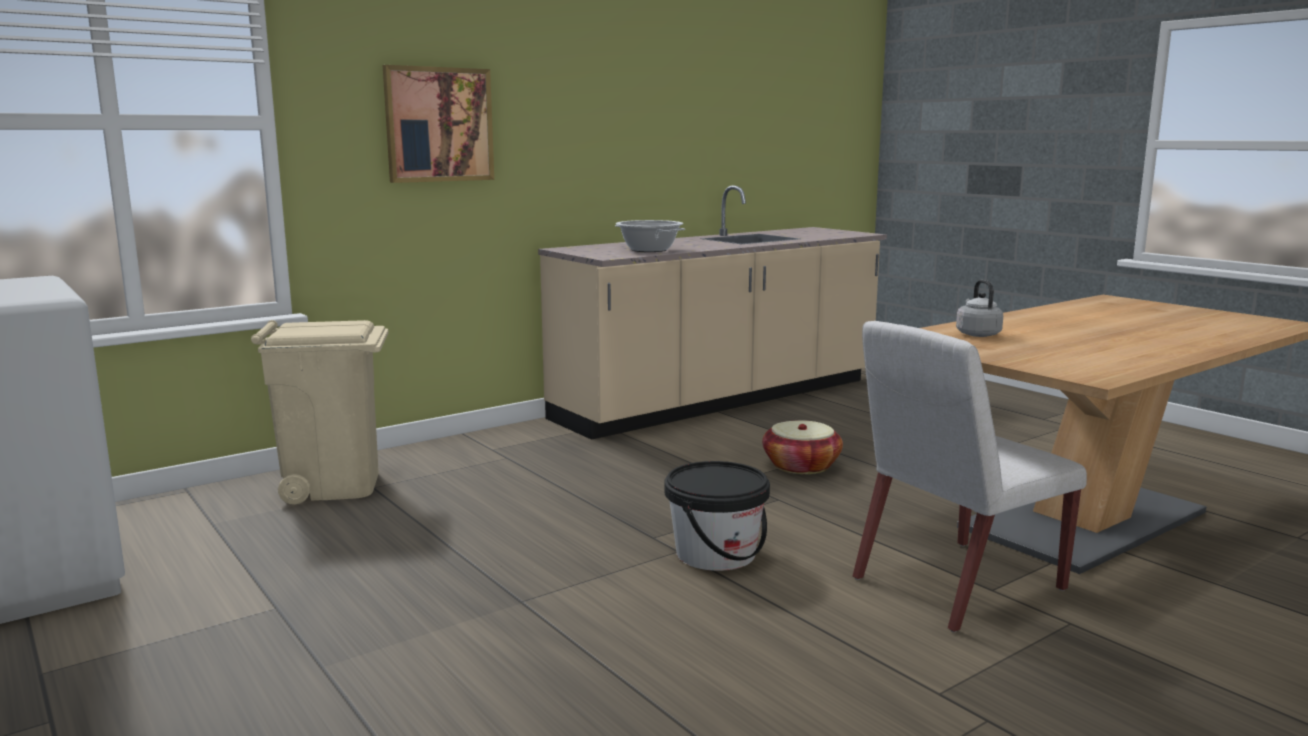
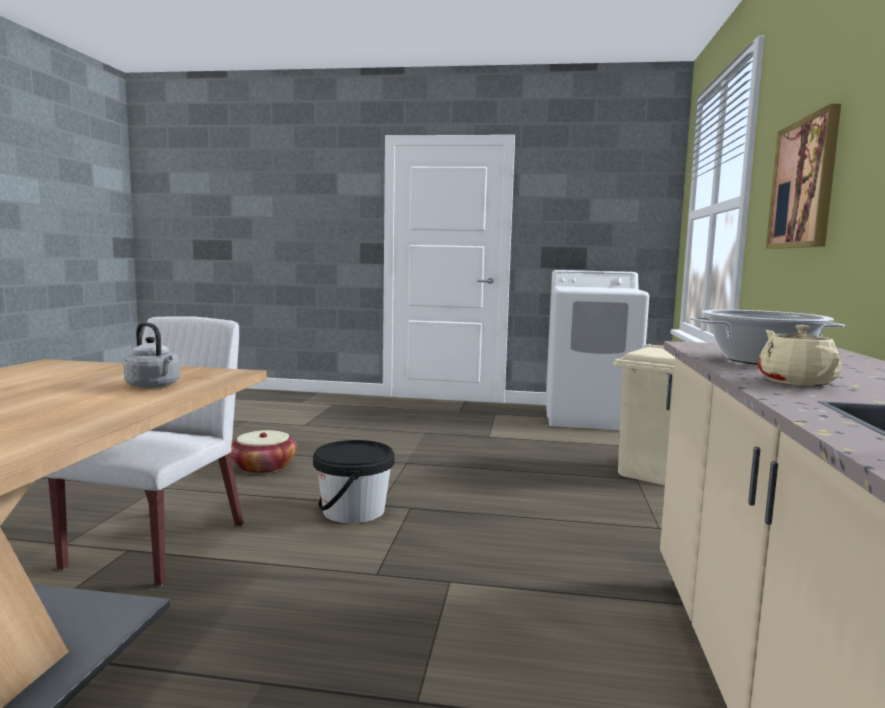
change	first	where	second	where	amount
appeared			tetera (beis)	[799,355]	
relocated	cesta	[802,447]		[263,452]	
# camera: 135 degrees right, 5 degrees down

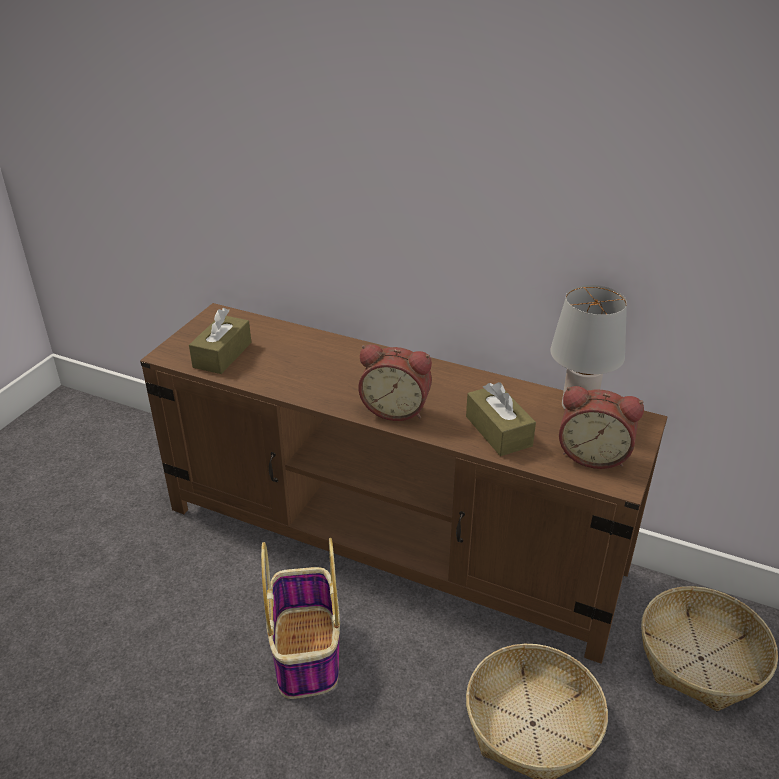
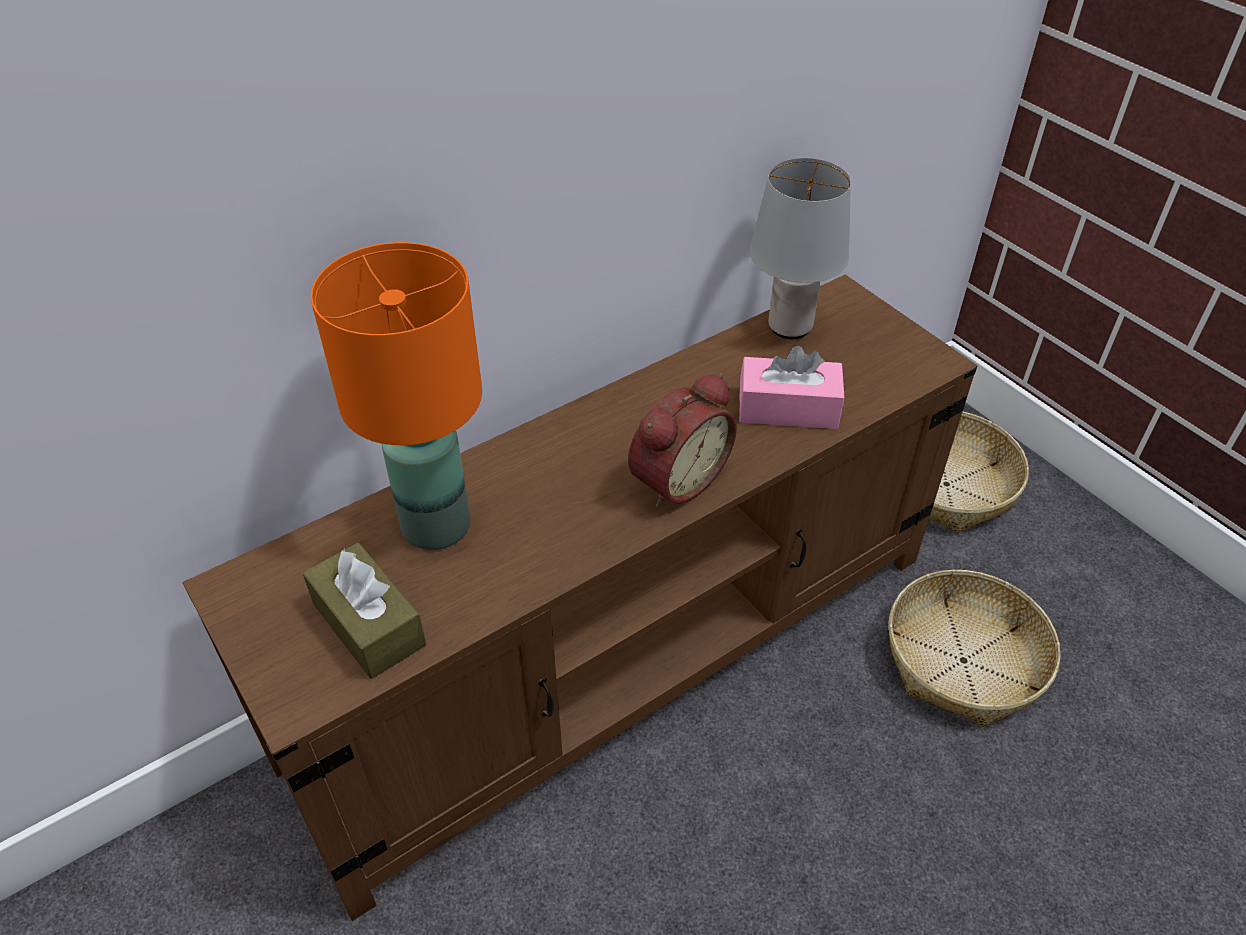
change	first	where	second	where	amount
missing	cesta	[300,618]			
missing	despertador	[601,427]			
appeared			lámpara de mesa (naranja)	[396,396]	
colour	caja de pañuelos (marrón)	[501,419]	caja de pañuelos (rosa)	[792,387]	
# camera: 60 degrees left, 10 degrees up

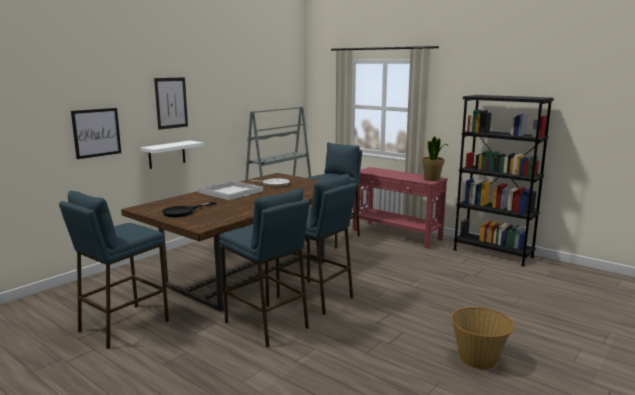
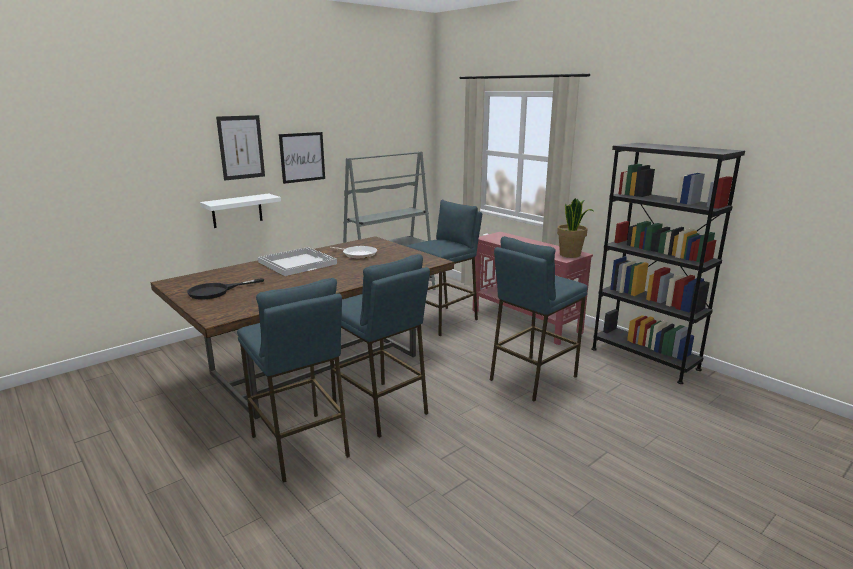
change	first	where	second	where	amount
missing	cesta	[483,338]			
relocated	taburete (azul)	[114,270]		[539,318]	
relocated	cuadro	[96,133]		[302,158]	
# camera: 10 degrees right, 5 degrees up

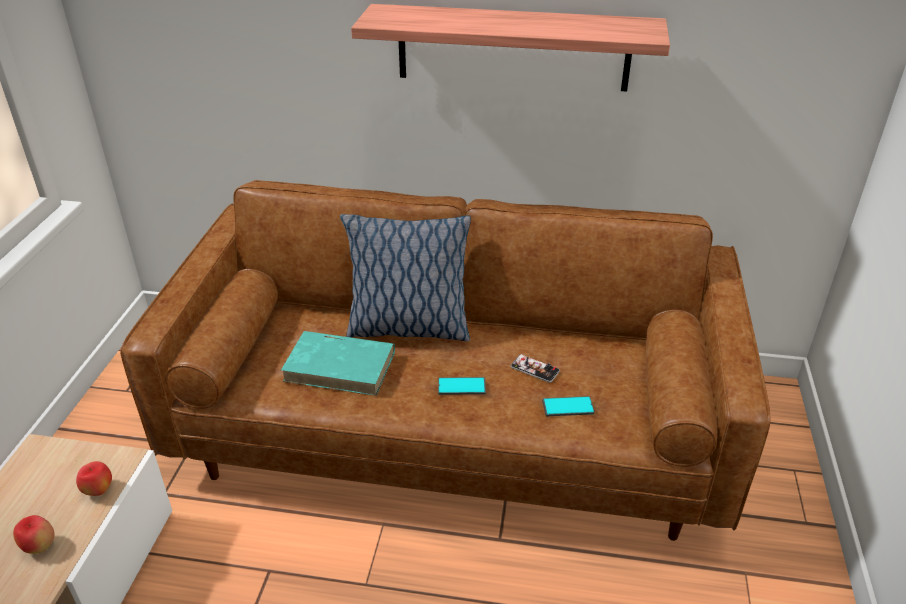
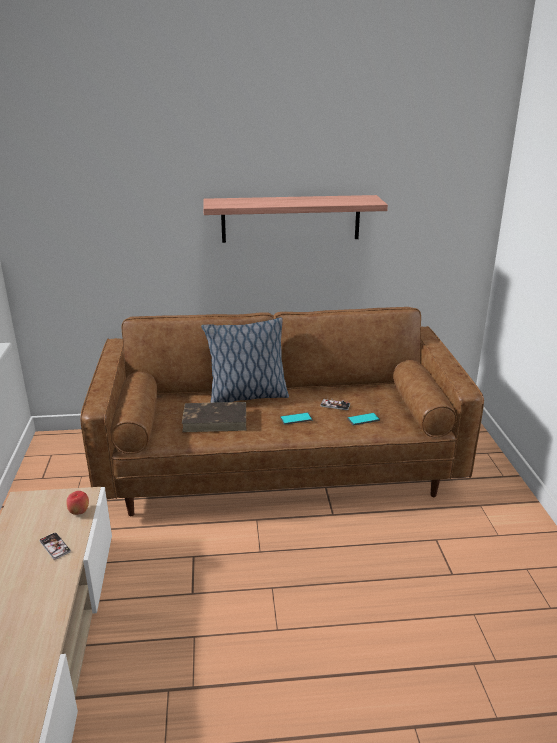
change	first	where	second	where	amount
exchanged	manzana	[34,534]	móvil	[55,546]	
colour	libro (turquesa)	[338,363]	libro (marrón)	[214,417]	
# camera: 15 degrees left, 10 degrees down

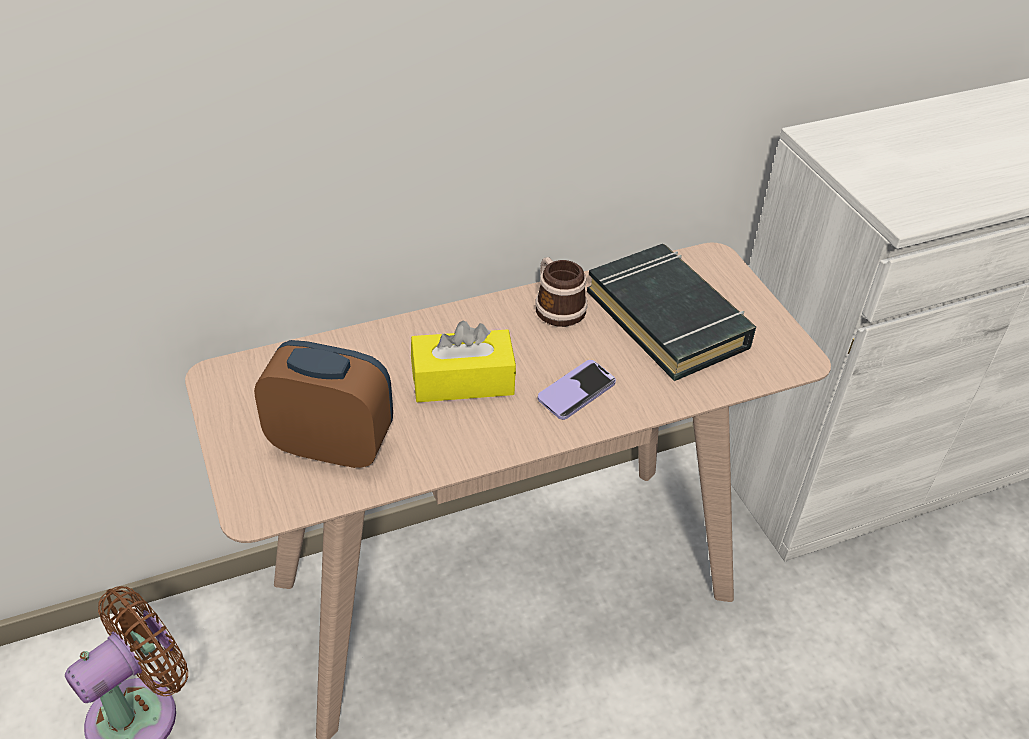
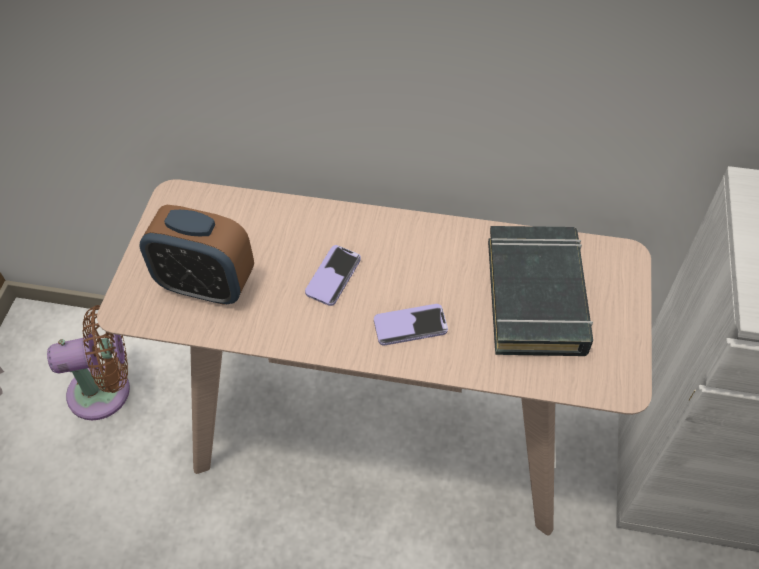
change	first	where	second	where	amount
missing	taza grande	[561,292]			
exchanged	caja de pañuelos (amarillo)	[463,361]	móvil	[333,275]	
spun	despertador	[323,404]		[196,255]	150 degrees clockwise
# camera: 35 degrees right, 10 degrees up

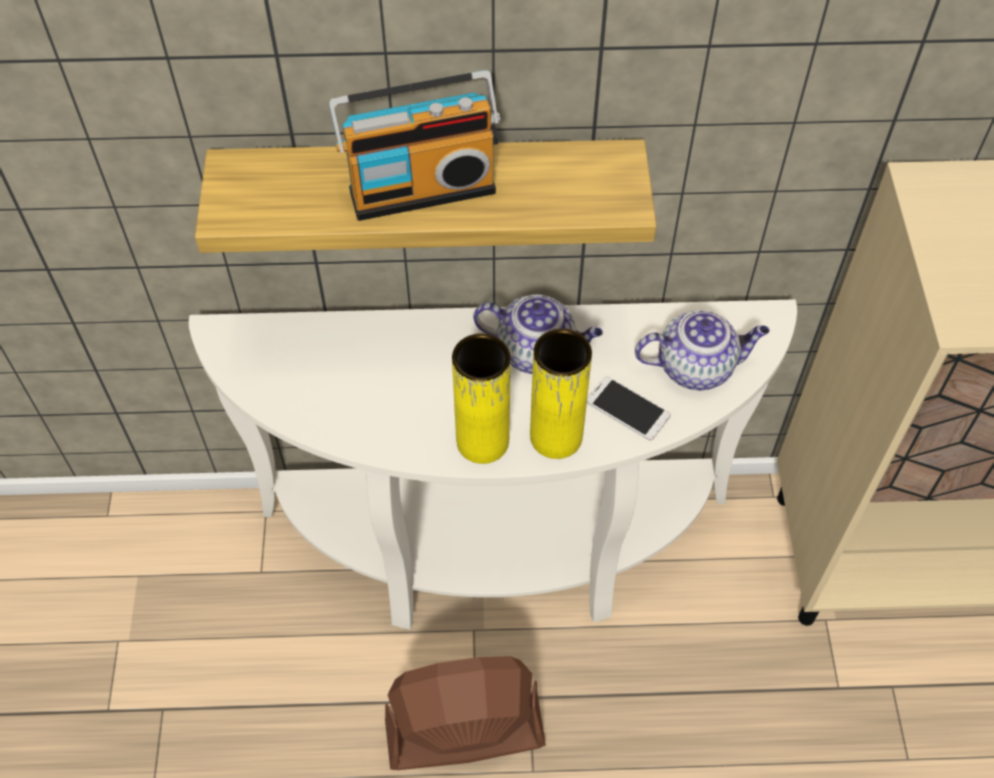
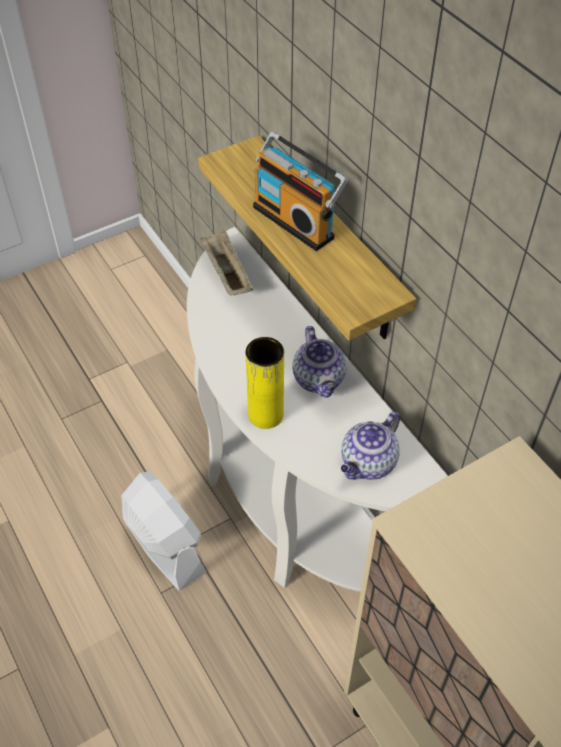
change	first	where	second	where	amount
missing	florero (amarillo)	[481,398]			
missing	móvil	[629,408]			
appeared			bandeja (beis)	[226,262]	
colour	ventilador (marrón)	[465,713]	ventilador (blanco)	[164,531]	
spun	tetera	[702,350]		[370,446]	75 degrees clockwise
# camera: 60 degrees right, 5 degrees down

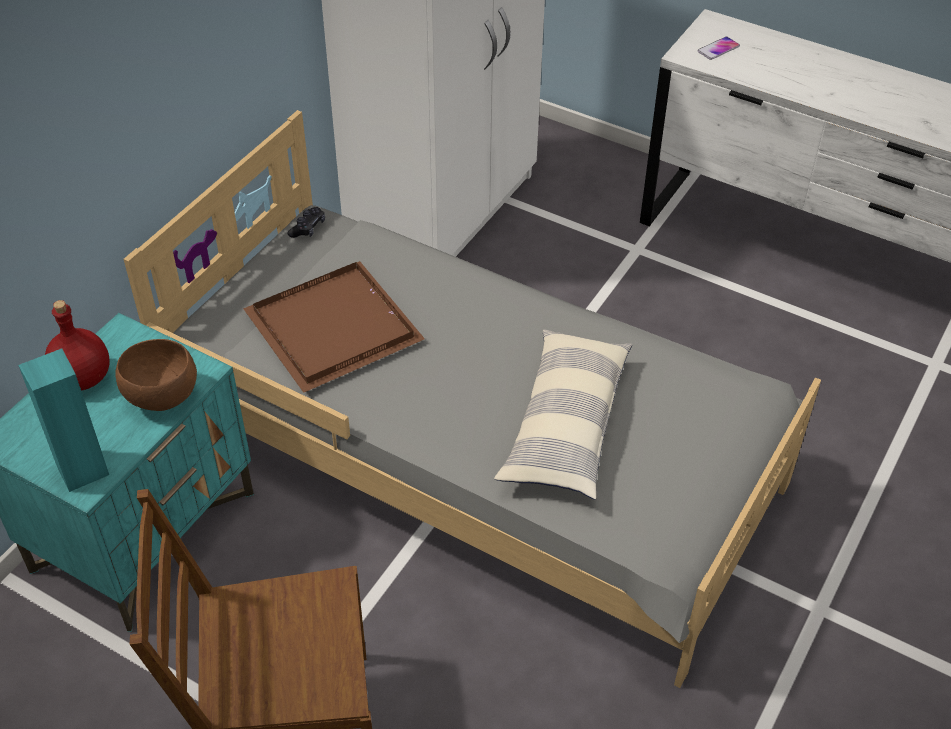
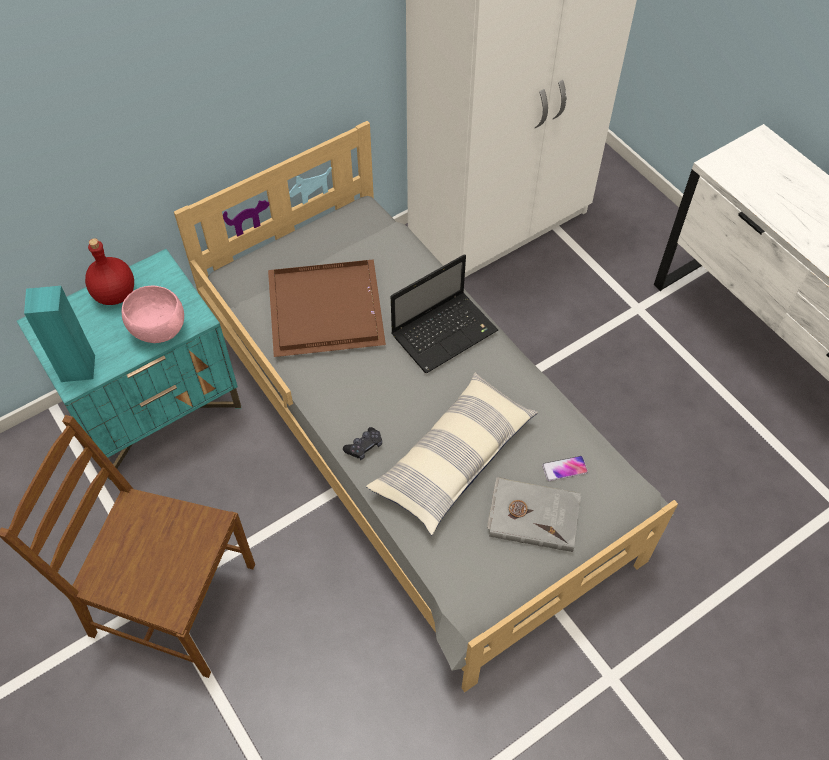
change	first	where	second	where	amount
appeared			portátil	[444,314]	
appeared			libro (gris)	[534,514]	
relocated	mando de consola (negro)	[306,222]		[362,443]	
relocated	móvil	[718,48]		[565,468]	
colour	cuenco (marrón)	[156,375]	cuenco (rosa)	[153,314]	
# camera: 25 degrees right, 10 degrees up

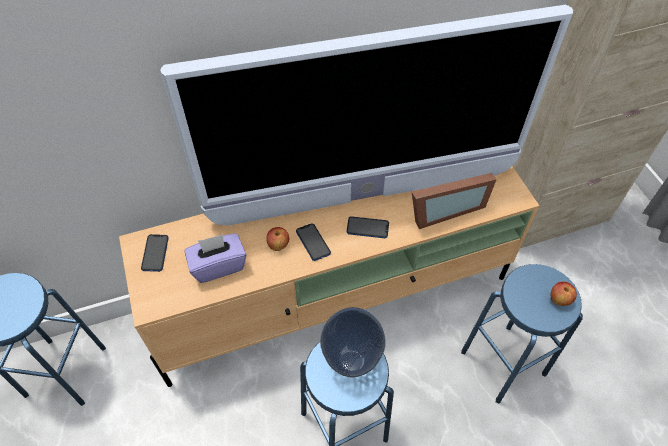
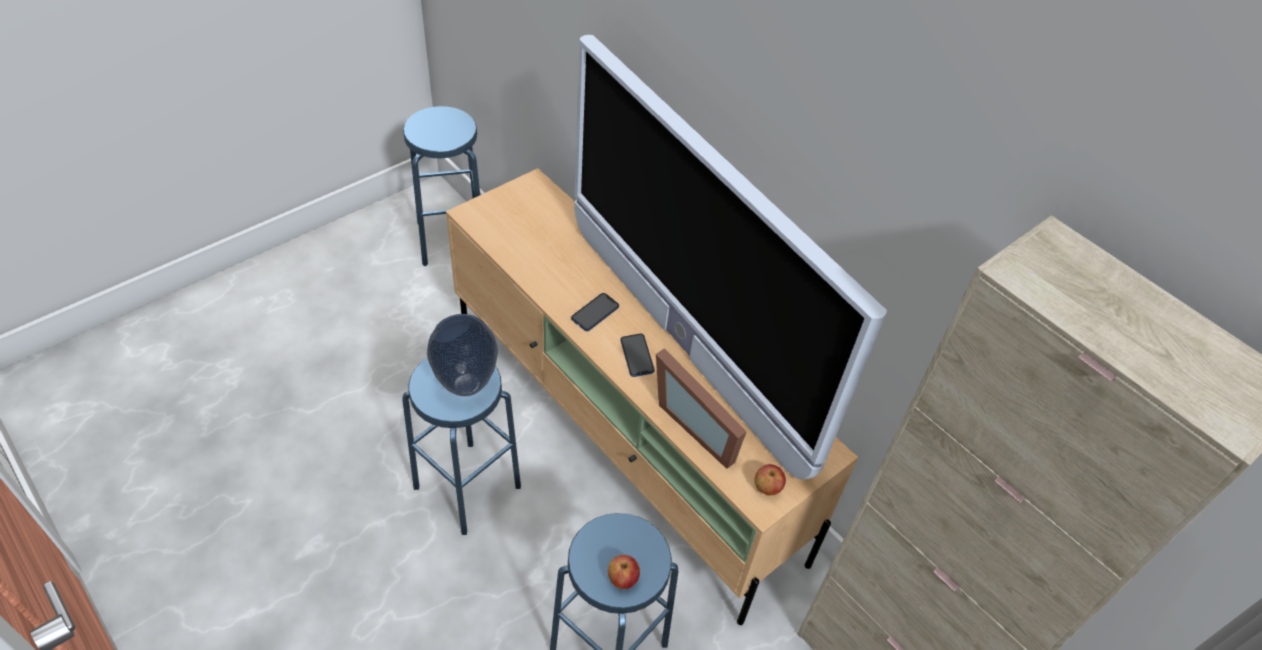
change	first	where	second	where	amount
missing	móvil	[155,253]			
missing	caja de pañuelos (morado)	[215,258]			
relocated	manzana	[277,239]		[770,479]	
# camera: 65 degrees right, 5 degrees down

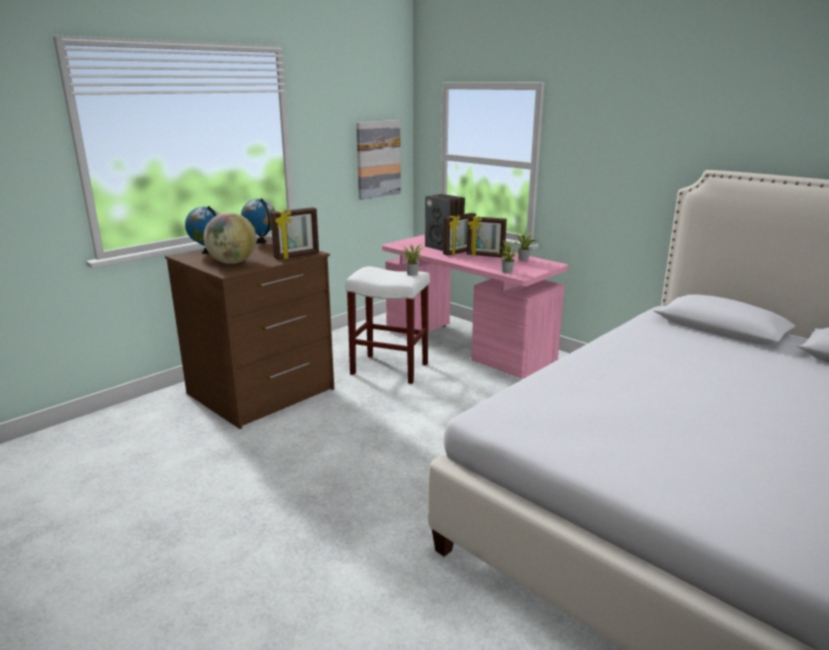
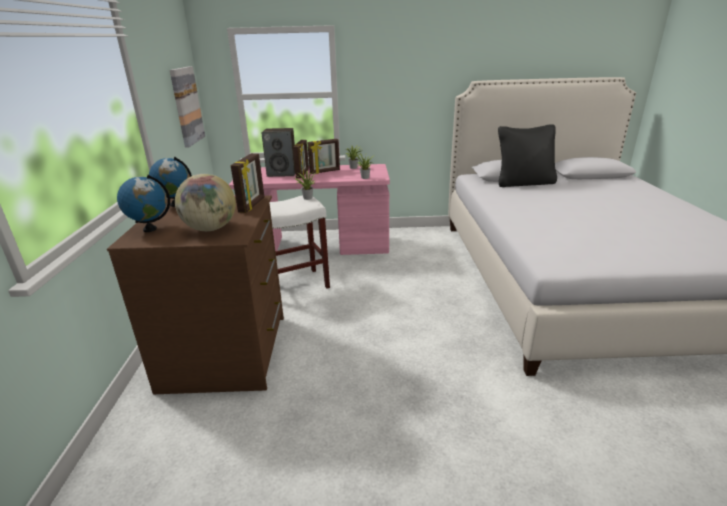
change	first	where	second	where	amount
appeared			cojín (negro)	[527,155]	
# camera: 45 degrees left, 5 degrees up

